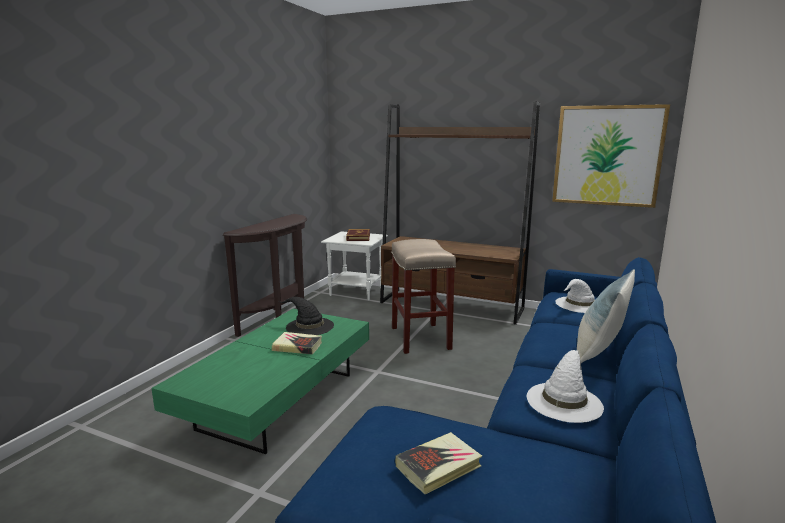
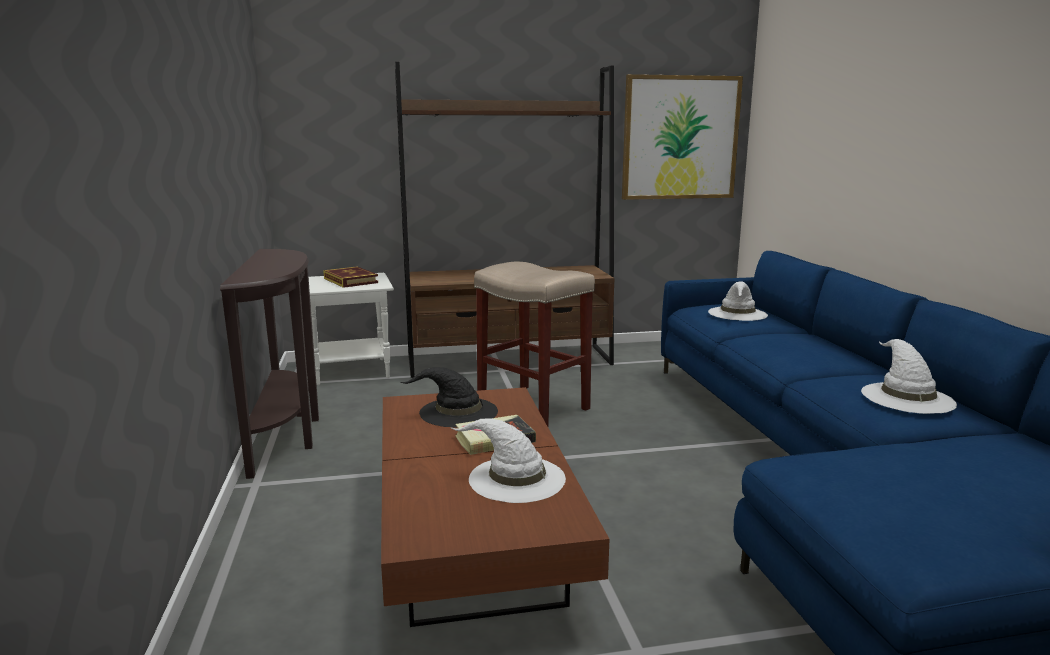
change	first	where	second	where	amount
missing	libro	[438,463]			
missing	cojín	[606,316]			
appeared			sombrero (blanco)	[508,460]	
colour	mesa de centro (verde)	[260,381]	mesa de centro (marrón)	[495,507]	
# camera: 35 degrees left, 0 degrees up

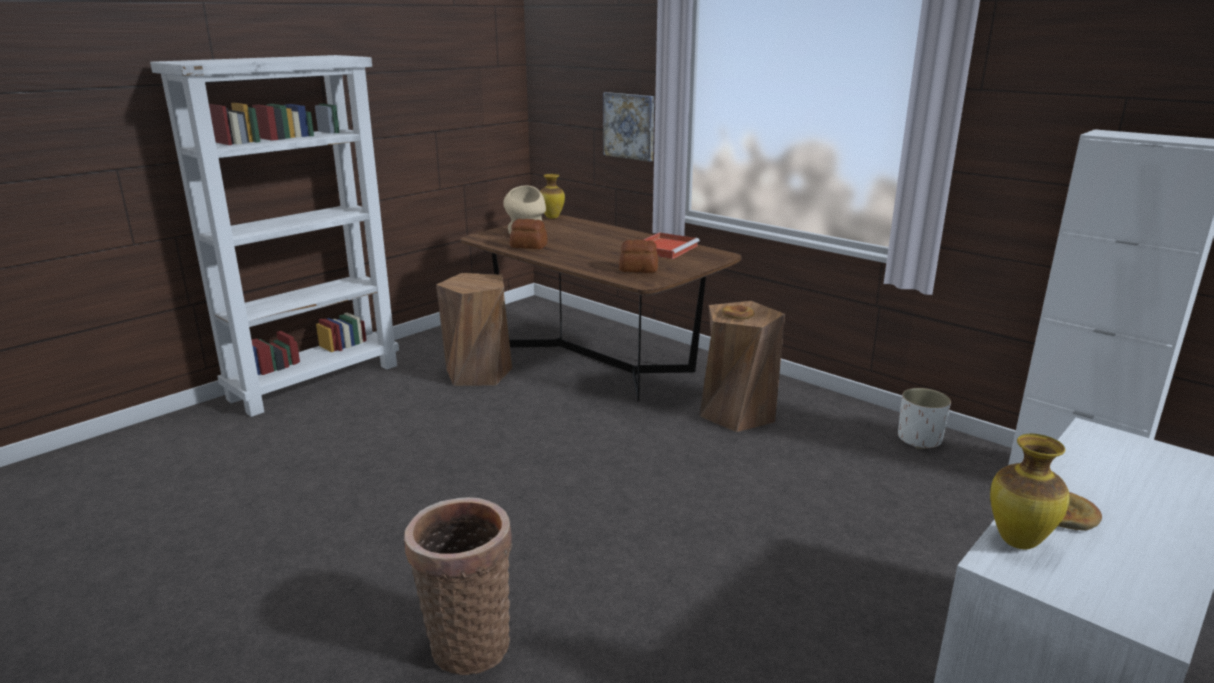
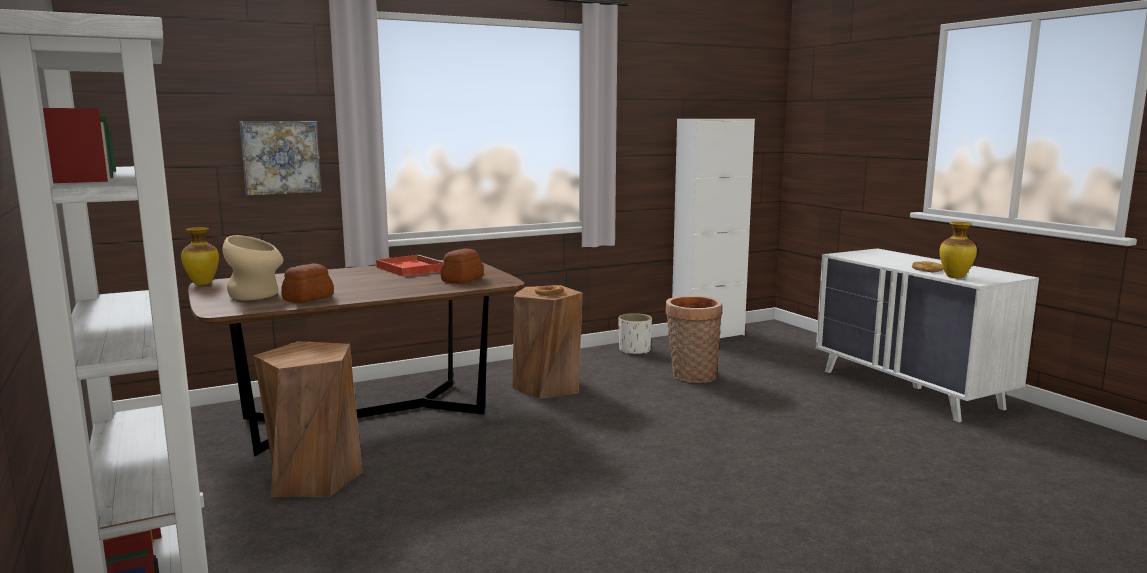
change	first	where	second	where	amount
relocated	cesta	[458,586]		[694,339]	
# camera: 70 degrees left, 10 degrees down

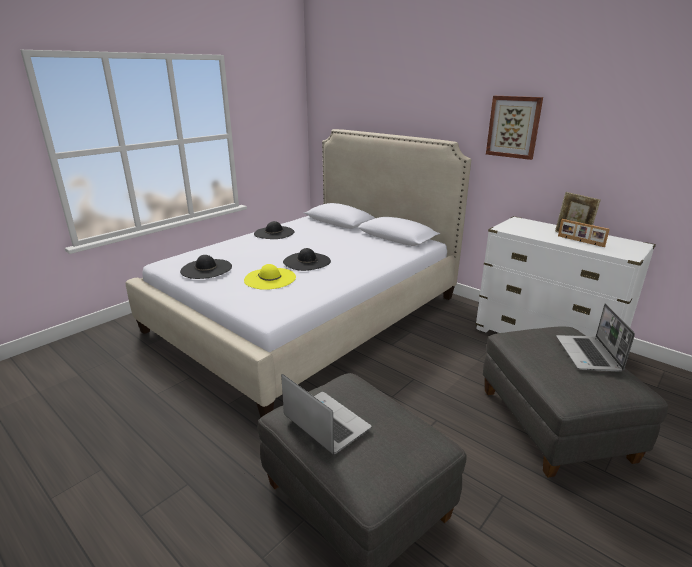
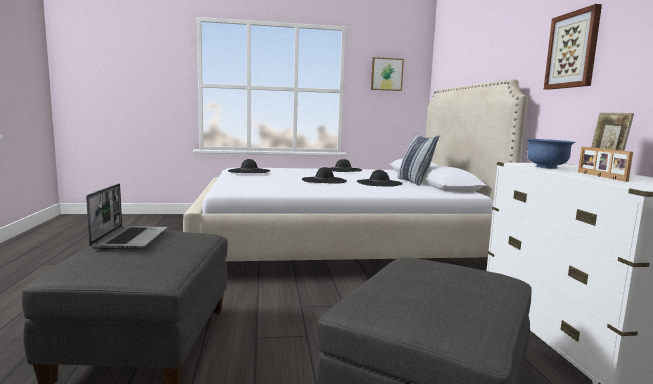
change	first	where	second	where	amount
missing	sombrero (amarillo)	[270,277]			
missing	portátil	[595,337]			
appeared			sombrero (negro)	[380,178]	
appeared			cuadro	[387,74]	
appeared			cojín	[418,159]	
appeared			cuenco (azul)	[551,154]	
# camera: 40 degrees right, 15 degrees down

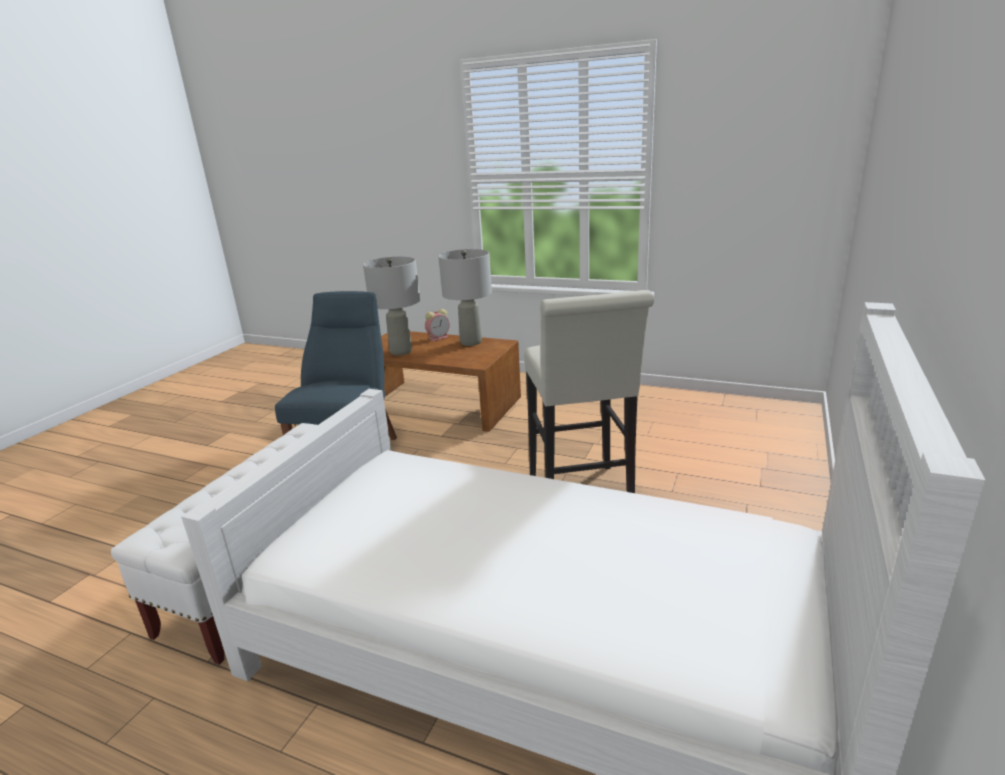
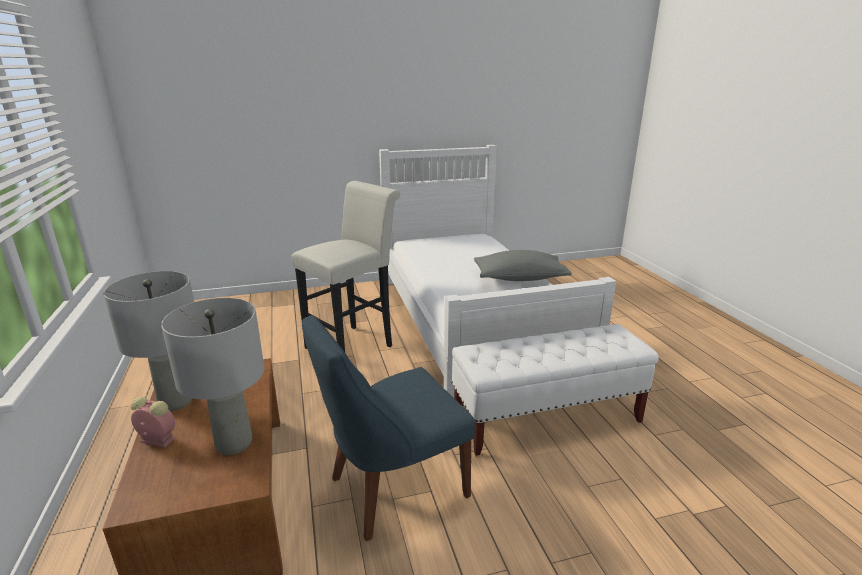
change	first	where	second	where	amount
appeared			cojín (gris)	[523,265]	
# camera: 130 degrees left, 0 degrees up

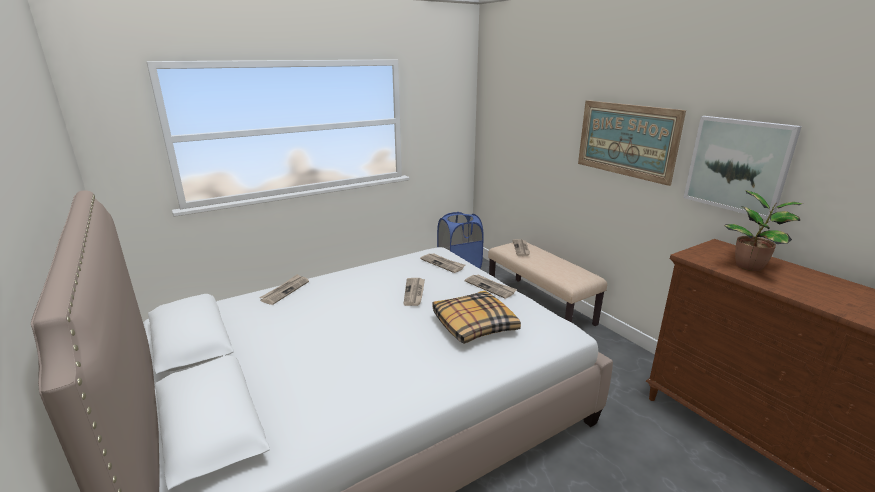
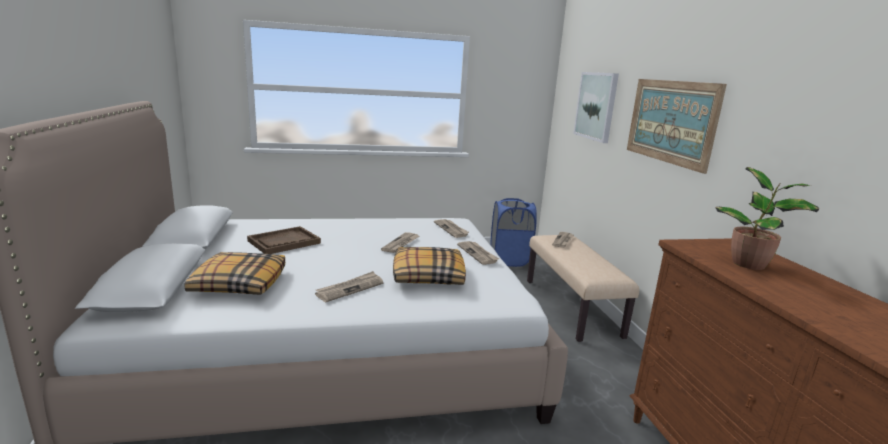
change	first	where	second	where	amount
appeared			cojín	[235,273]	
appeared			bandeja (marrón)	[284,240]	
relocated	periódico	[284,289]		[349,286]	
relocated	cuadro	[742,168]		[596,107]	
# camera: 20 degrees right, 5 degrees down

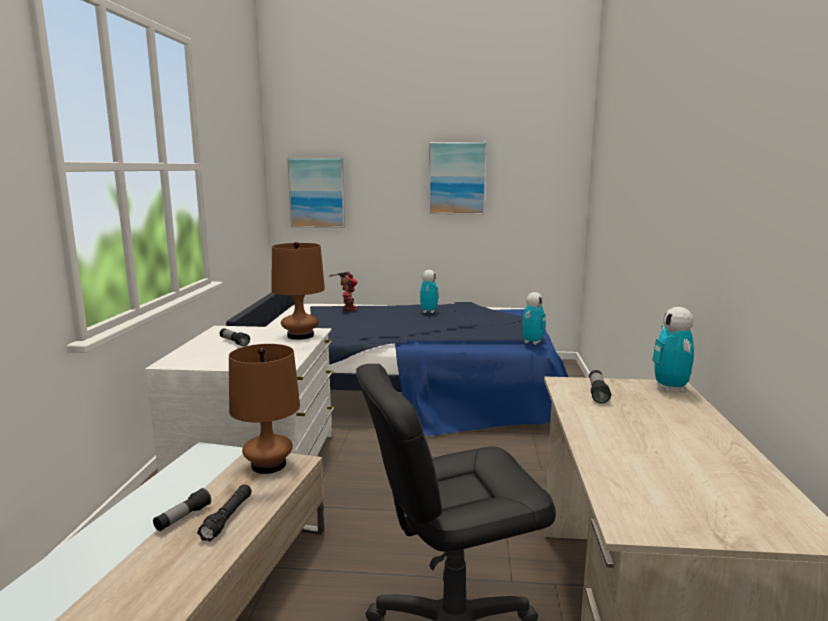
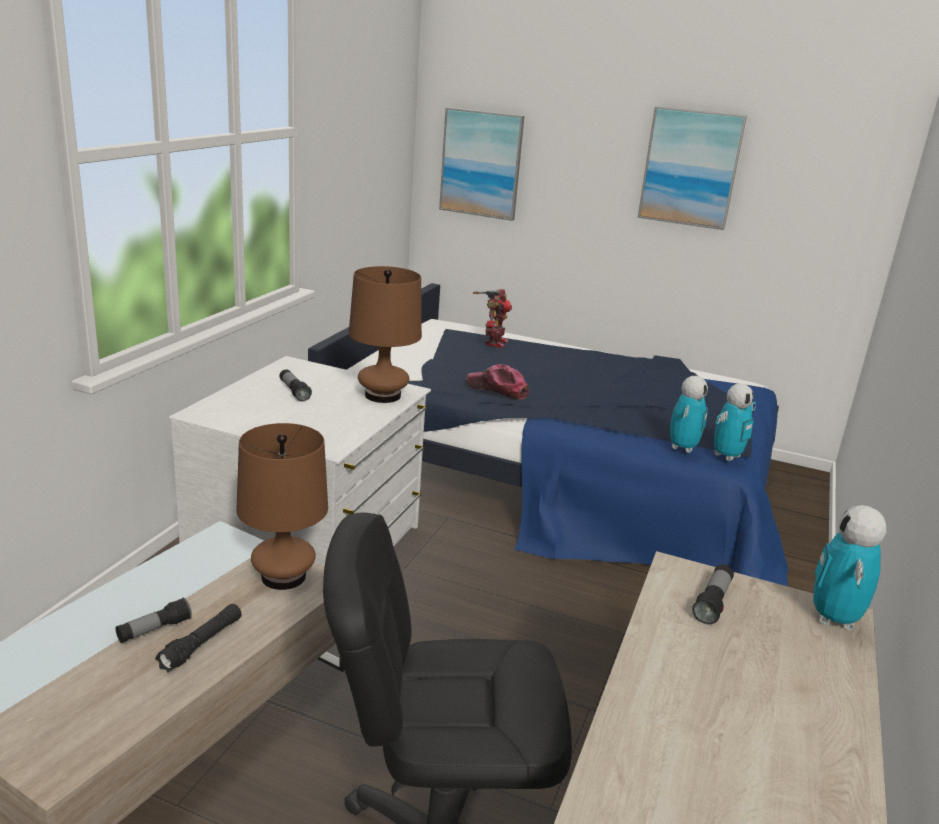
change	first	where	second	where	amount
appeared			gorra	[497,381]	
relocated	robot de juguete	[429,291]		[689,414]	
# camera: 15 degrees right, 10 degrees up

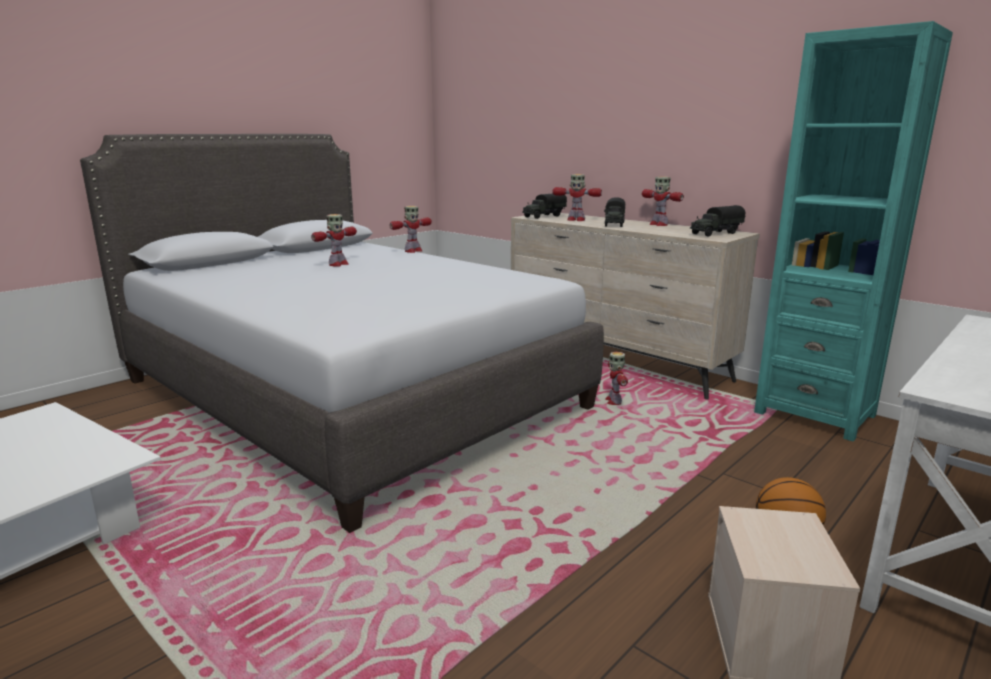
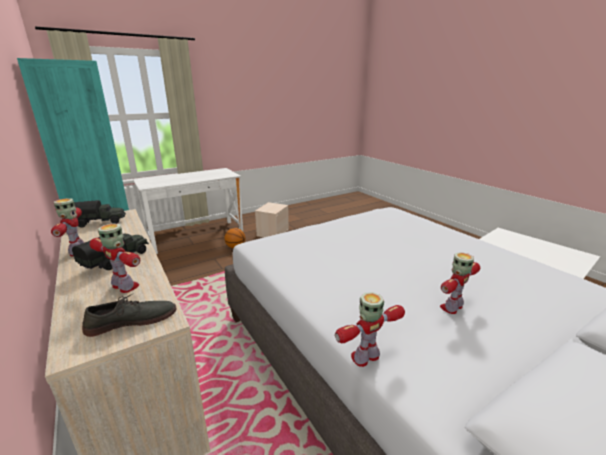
change	first	where	second	where	amount
missing	robot de juguete	[616,378]			
exchanged	camión de juguete	[544,206]	zapato (gris)	[129,315]	
# camera: 165 degrees left, 5 degrees up

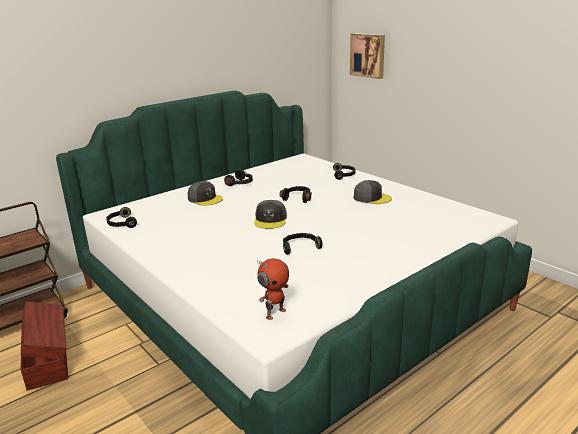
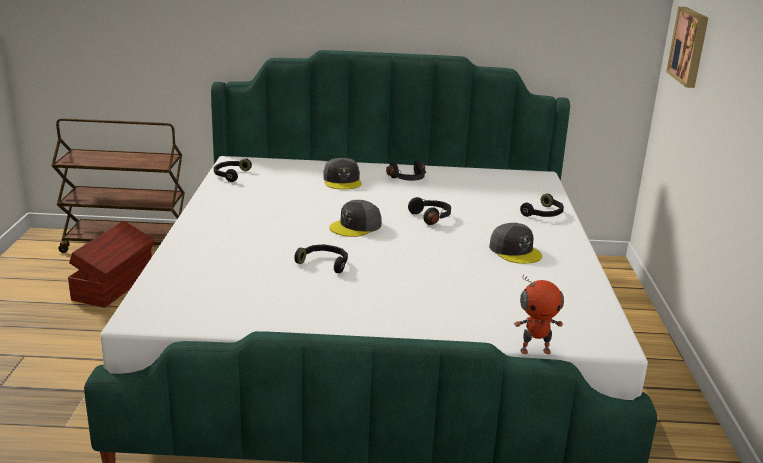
change	first	where	second	where	amount
relocated	robot de juguete	[273,289]		[539,314]	
# camera: 40 degrees right, 0 degrees up

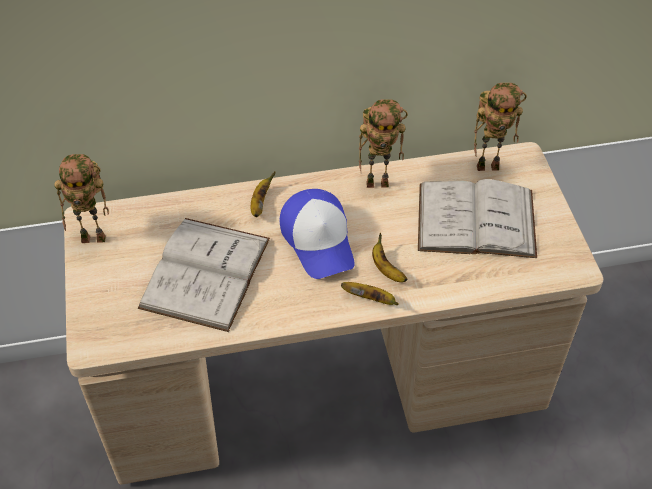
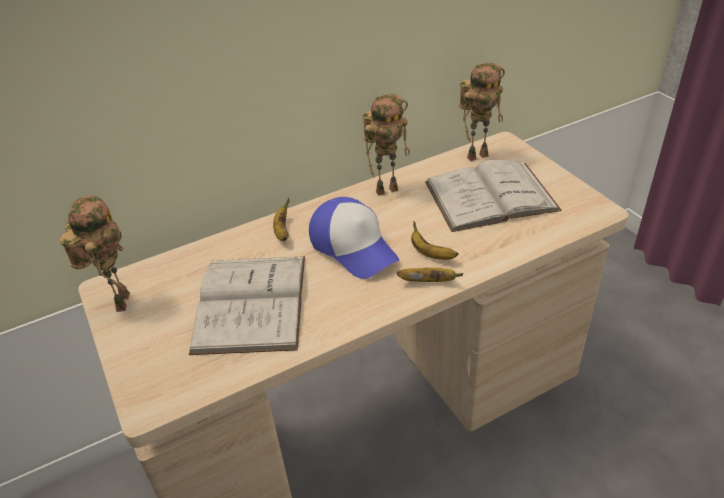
change	first	where	second	where	amount
spun	robot de juguete	[81,198]		[95,253]	75 degrees counterclockwise
# camera: 15 degrees left, 10 degrees down

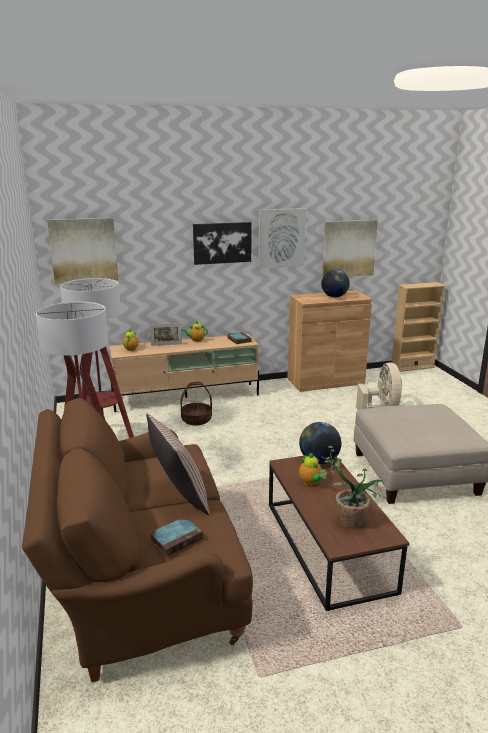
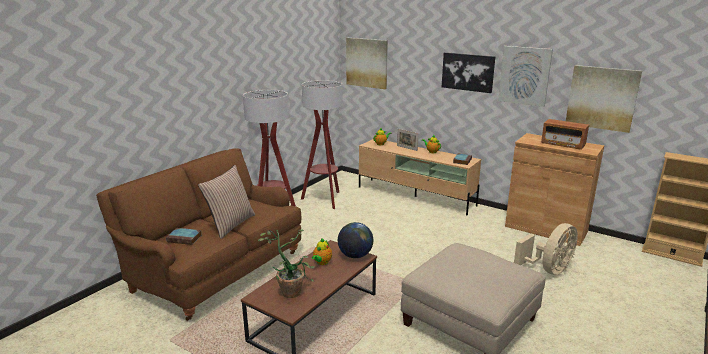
change	first	where	second	where	amount
missing	cesta	[196,403]			
exchanged	globo terráqueo	[335,284]	radio	[565,134]	
# camera: 50 degrees right, 0 degrees up

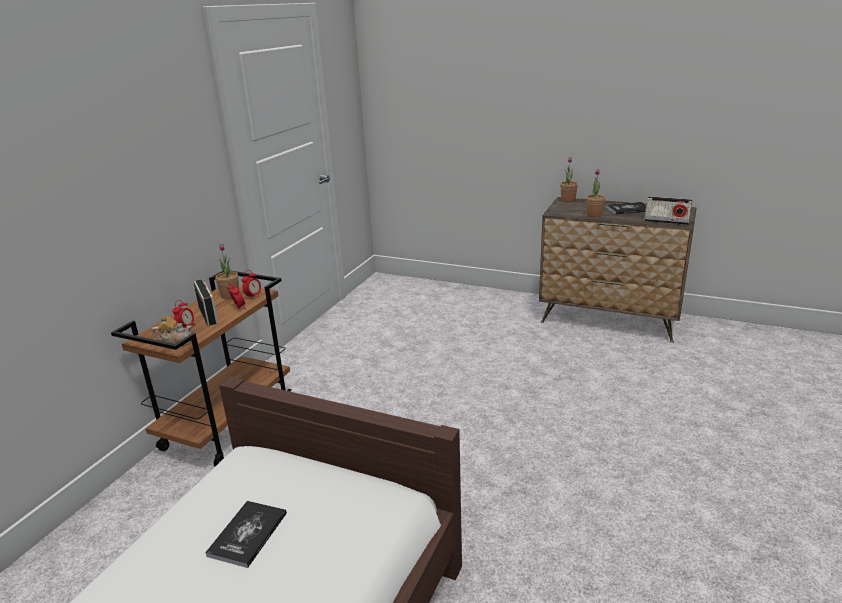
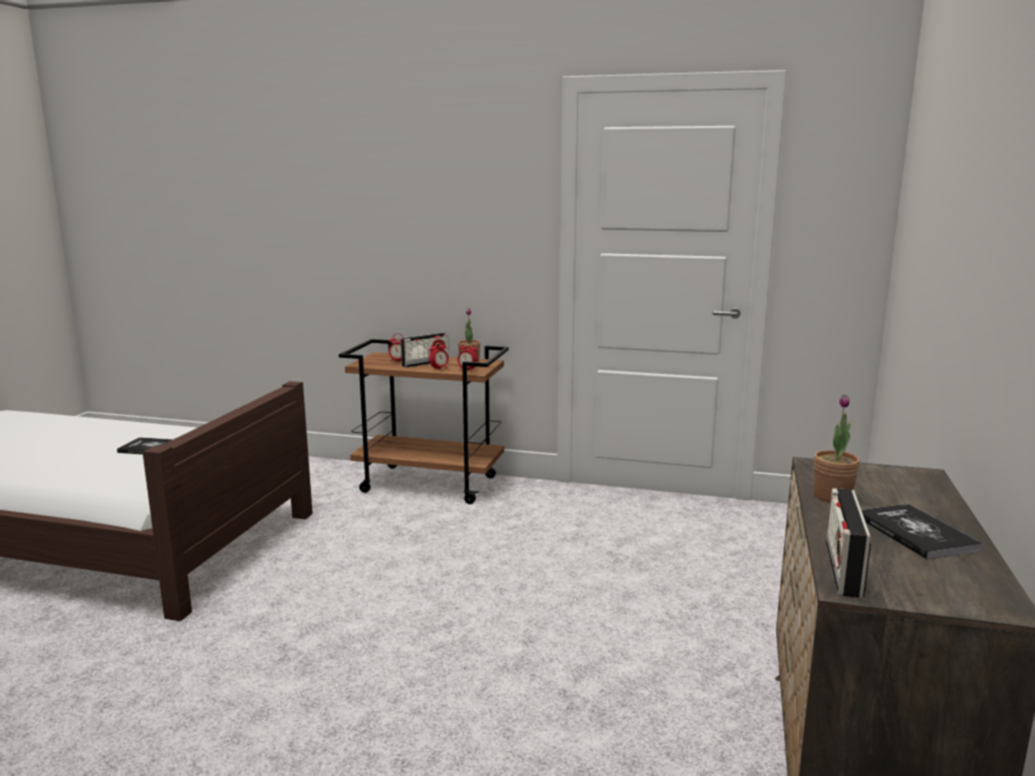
change	first	where	second	where	amount
missing	tetera	[172,331]			
missing	planta en maceta	[569,179]			
# camera: 80 degrees right, 10 degrees down

